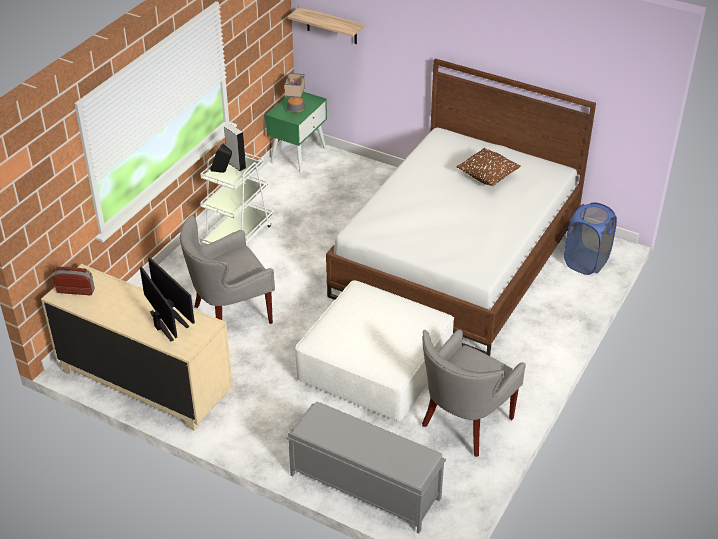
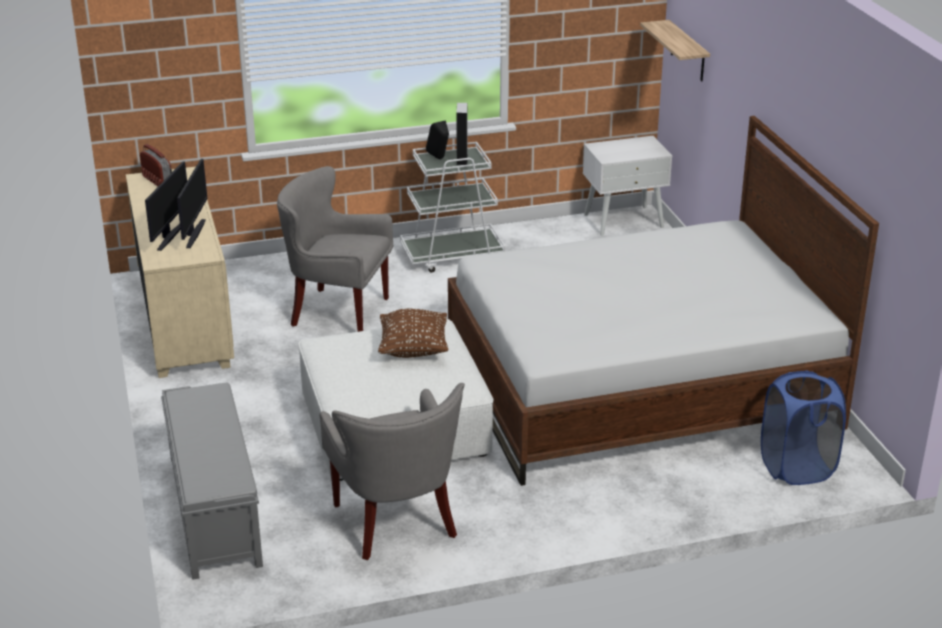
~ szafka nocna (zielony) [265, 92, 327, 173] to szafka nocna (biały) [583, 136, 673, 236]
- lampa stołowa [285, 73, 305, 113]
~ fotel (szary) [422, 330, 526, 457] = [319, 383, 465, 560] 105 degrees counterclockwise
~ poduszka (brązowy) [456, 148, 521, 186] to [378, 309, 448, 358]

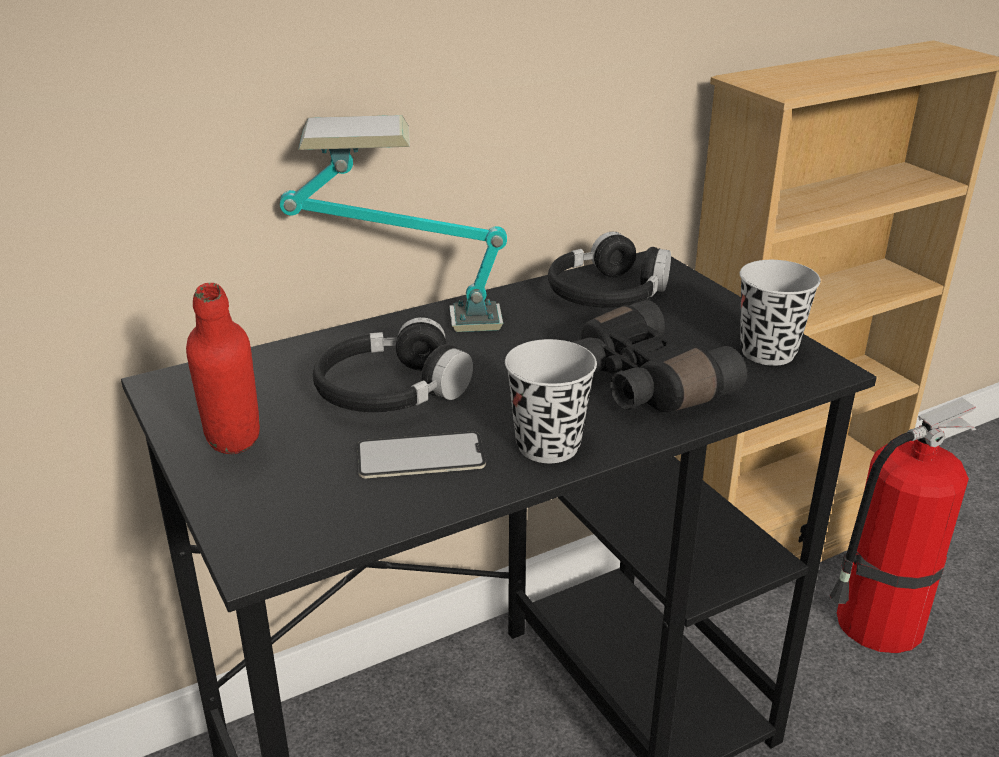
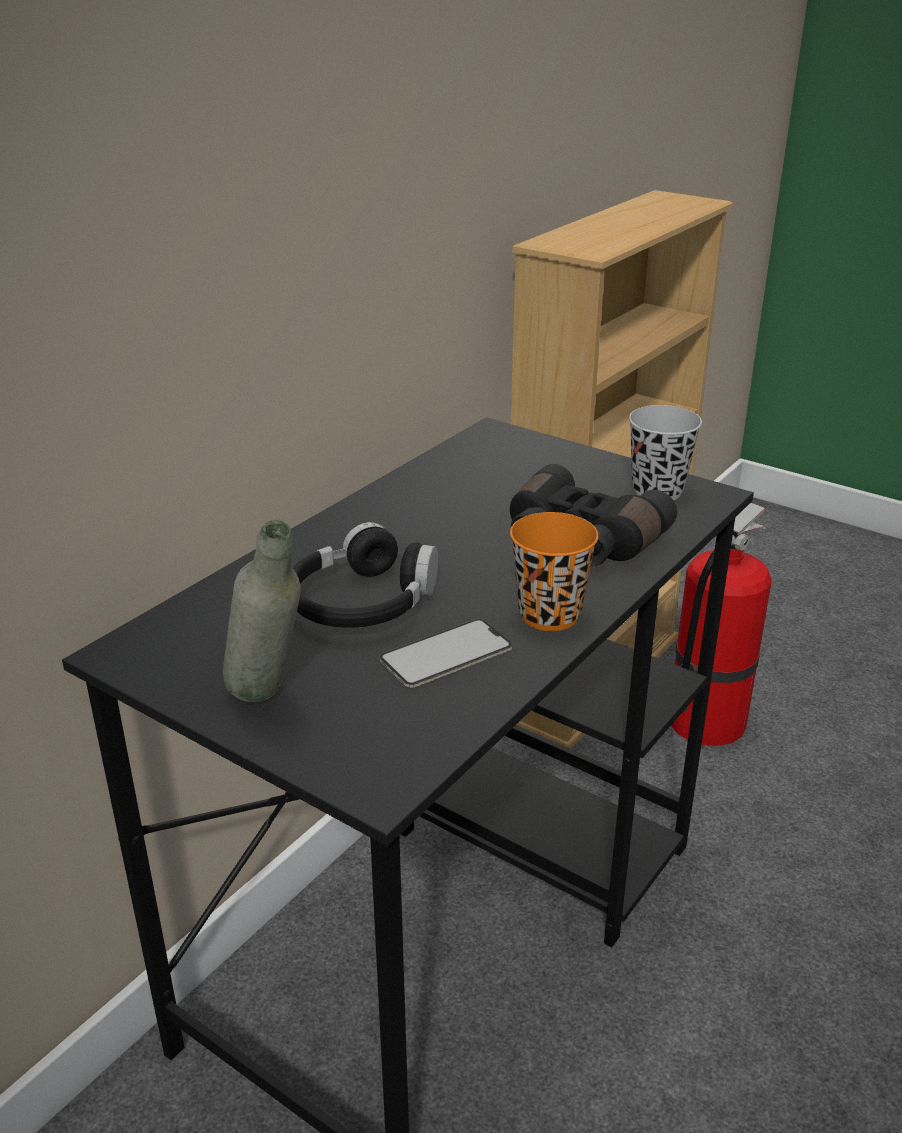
~ butelka (czerwony) [186, 283, 260, 454] to butelka (szary) [223, 520, 301, 703]
- lampa stołowa [280, 115, 507, 332]
~ filiżanka (czarny) [505, 339, 597, 463] to filiżanka (pomarańczowy) [510, 512, 599, 631]
- słuchawki (czarny) [548, 232, 671, 308]

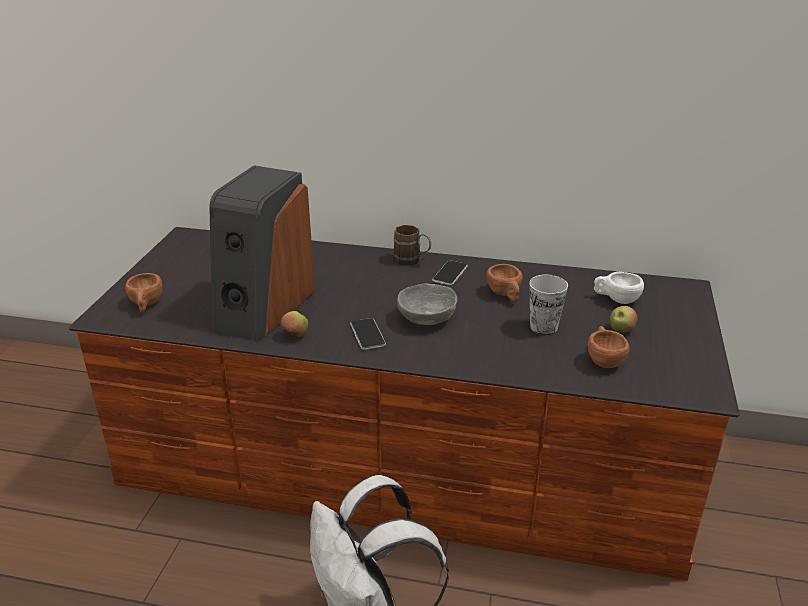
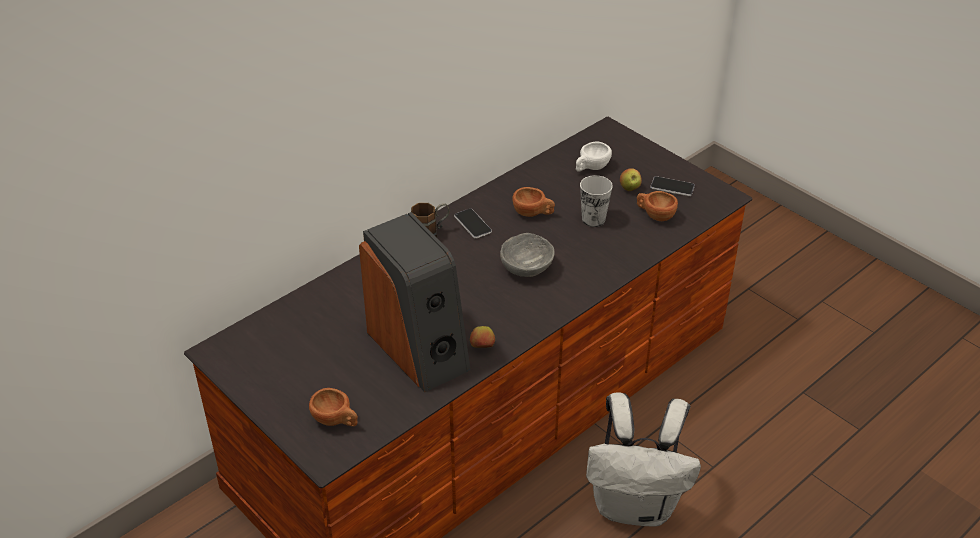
~ telefon [350, 318, 386, 350] to [650, 176, 695, 196]

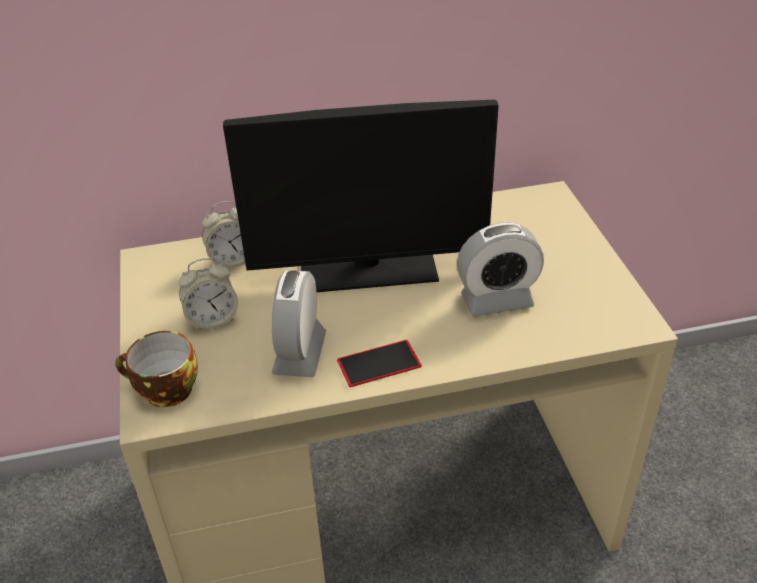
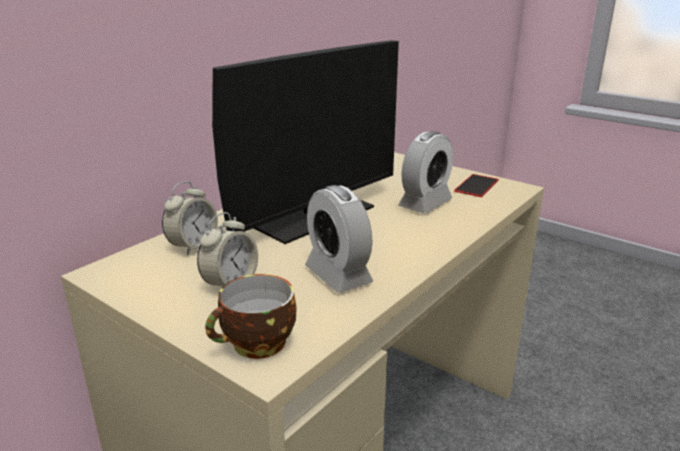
~ telefon [337, 340, 422, 387] to [454, 174, 499, 197]

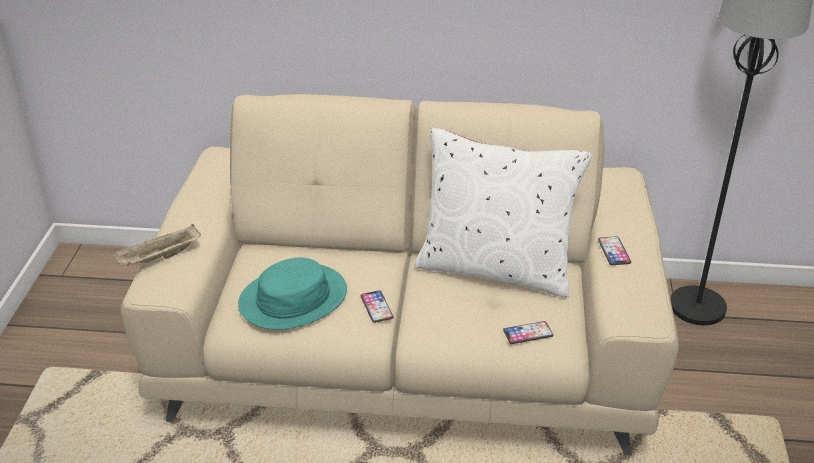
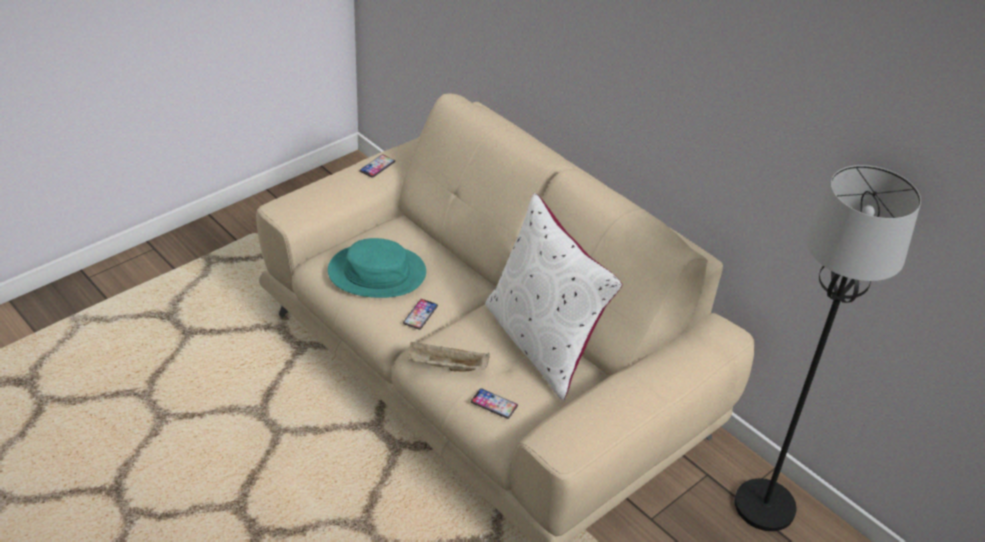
~ taca (beżowy) [113, 224, 201, 266] to [408, 341, 490, 371]
~ telefon [598, 236, 631, 265] to [360, 154, 395, 178]

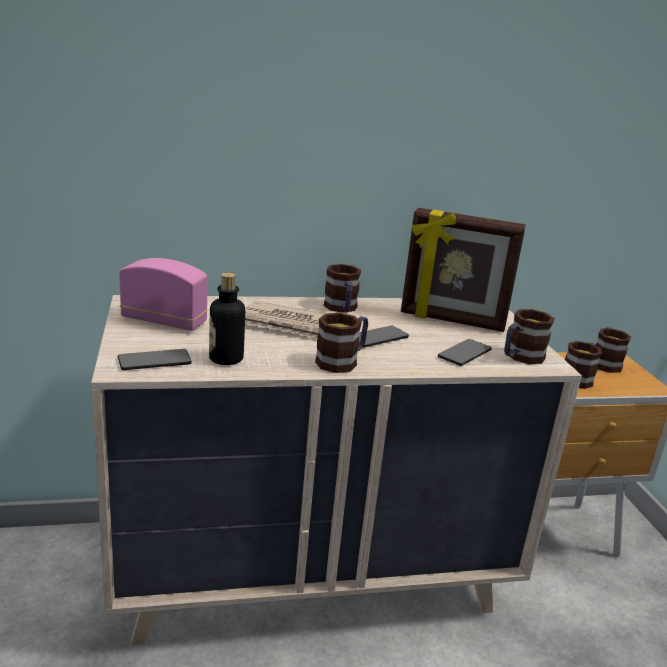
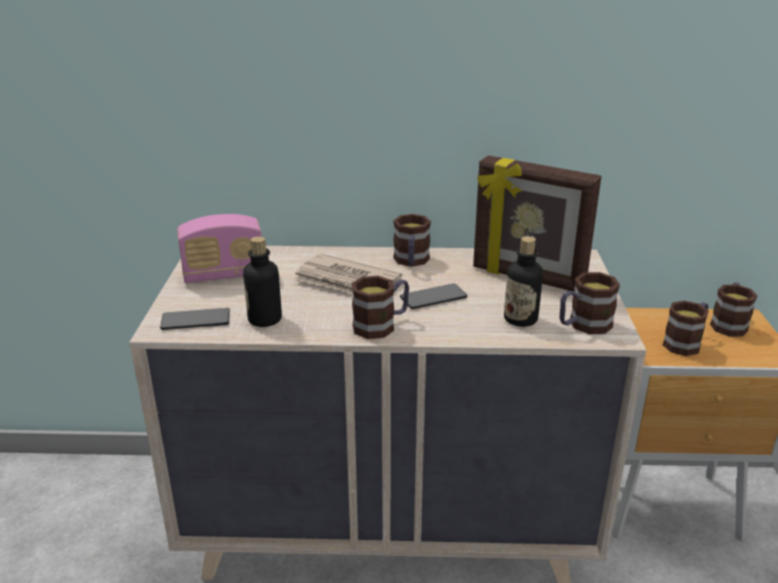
~ radio [119, 258, 208, 331] = [177, 214, 262, 283] 135 degrees clockwise
~ telefon [438, 339, 492, 366] to butelka [504, 236, 543, 327]

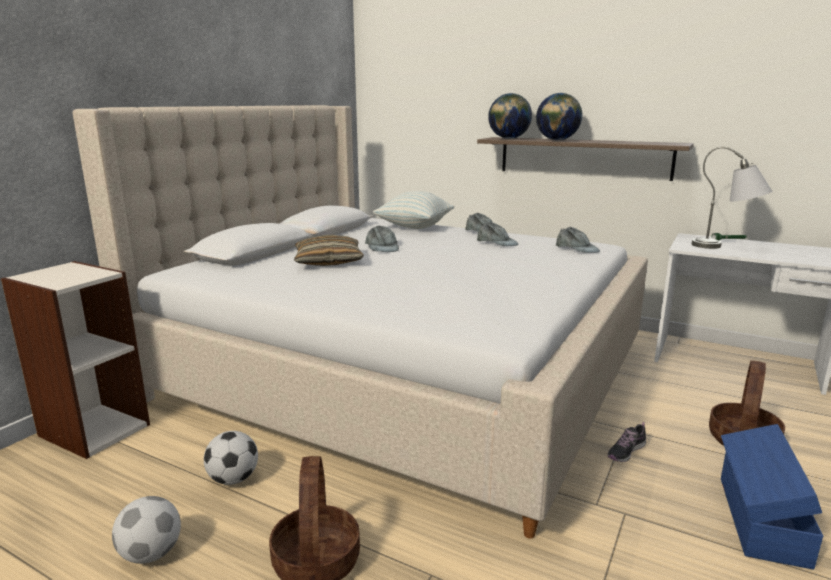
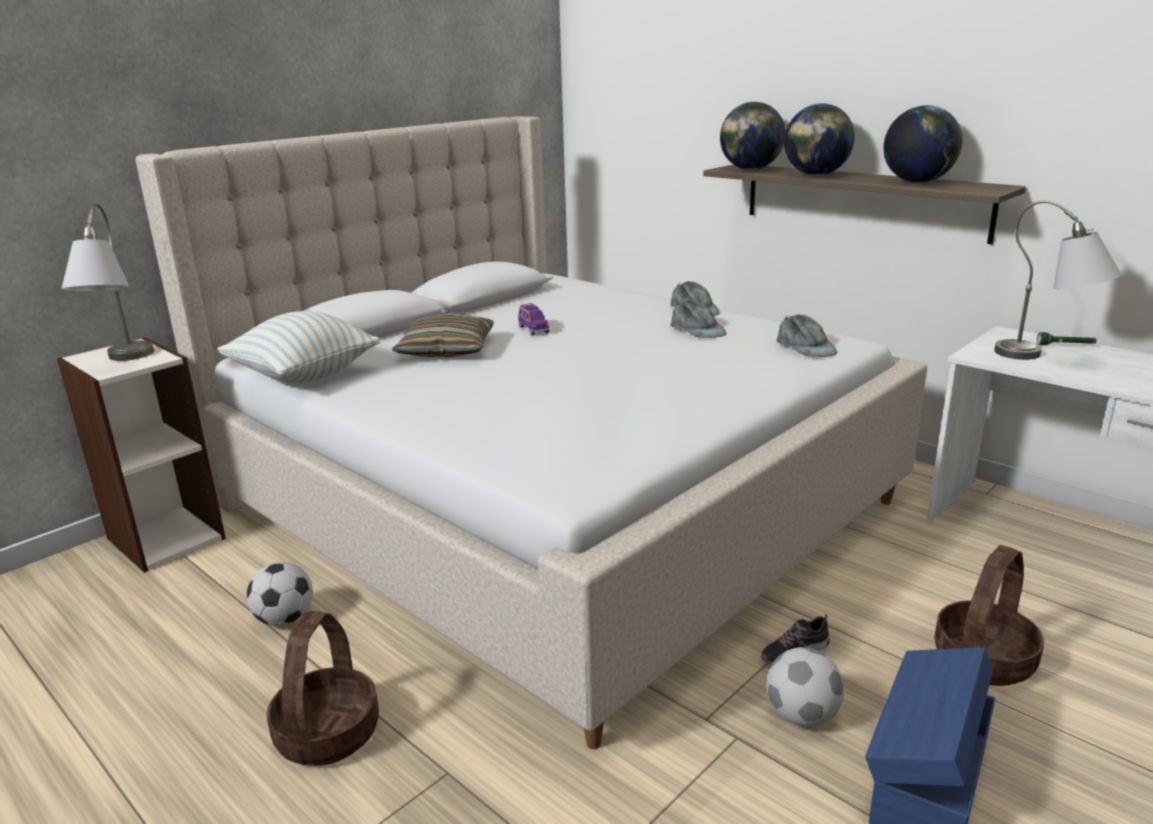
~ piłka futbolowa [112, 496, 181, 564] to [766, 647, 844, 727]
~ czapka z daszkiem (szary) [365, 225, 399, 252] to samochodzik (fioletowy) [518, 303, 549, 336]
~ poduszka [373, 191, 455, 229] to [218, 311, 380, 383]
+ lampa stołowa (szary) [62, 204, 154, 361]
+ globus [883, 105, 963, 183]

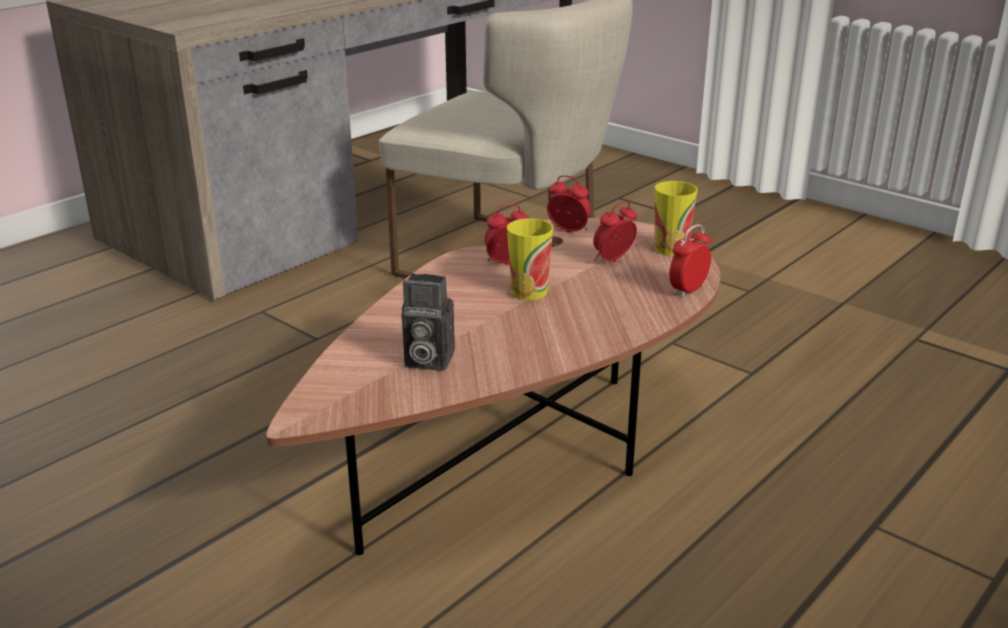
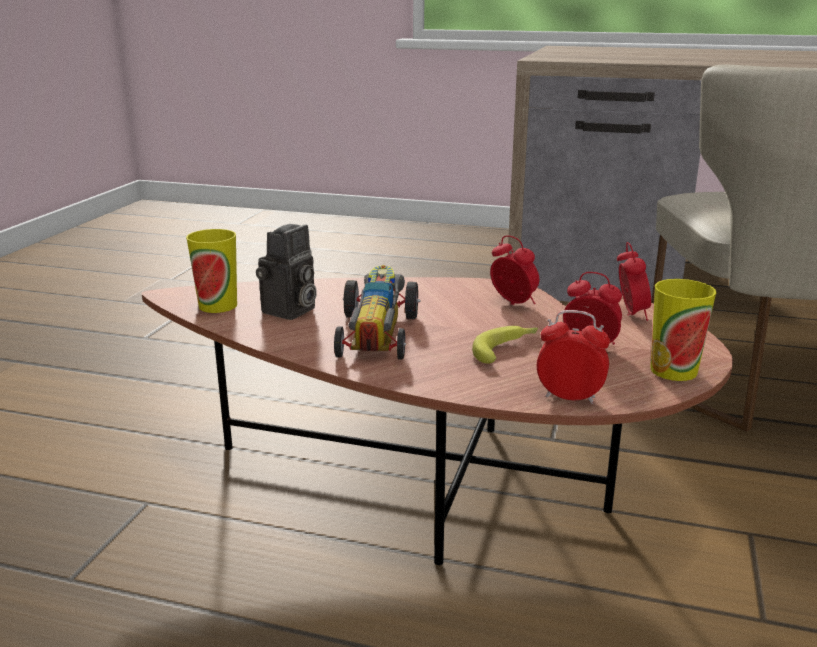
~ aparat fotograficzny [402, 274, 455, 371] = [256, 224, 317, 320] 135 degrees counterclockwise
~ filiżanka [507, 218, 553, 300] to [186, 229, 237, 313]
+ samochodzik [334, 265, 420, 359]
+ banan [472, 326, 538, 364]

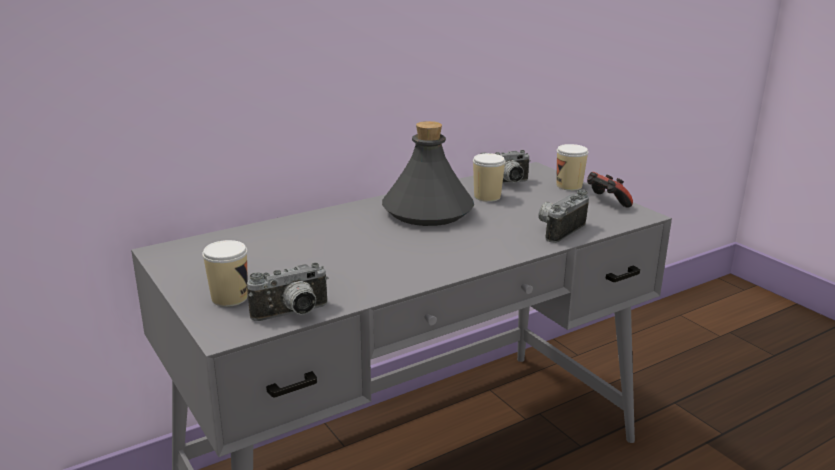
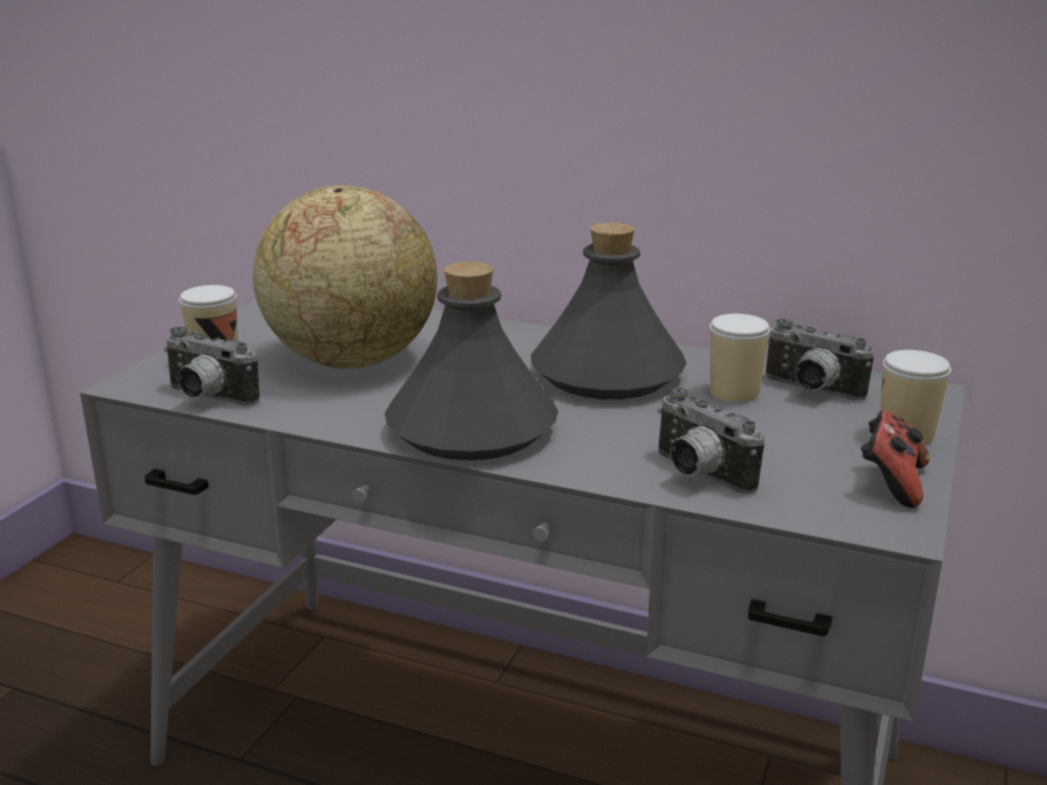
~ aparat fotograficzny [538, 189, 589, 243] = [658, 387, 765, 494] 135 degrees counterclockwise
+ globus [253, 185, 437, 369]
+ butelka (szary) [385, 262, 558, 460]

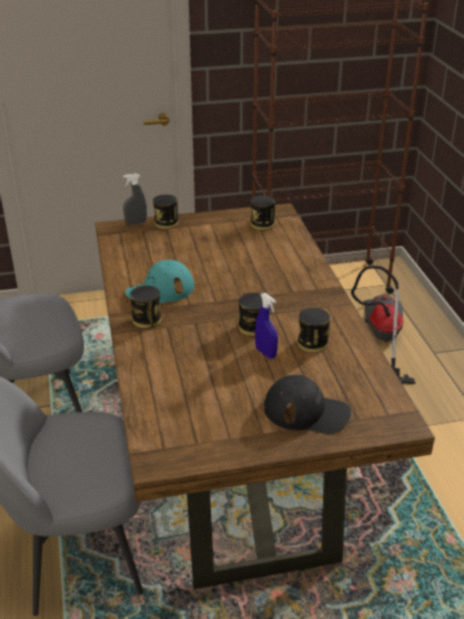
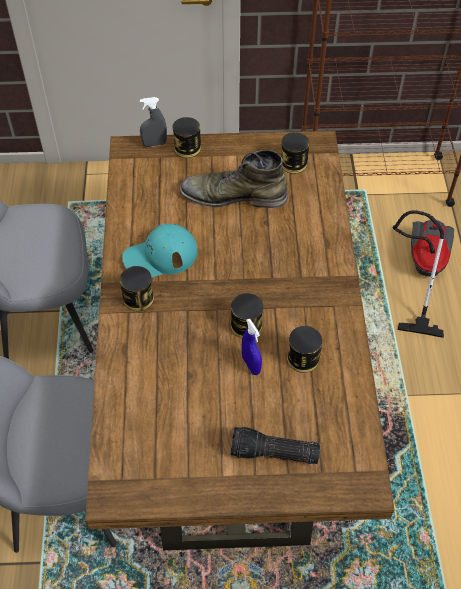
~ czapka z daszkiem (czarny) [264, 375, 351, 434] to latarka [230, 427, 320, 464]
+ but z cholewką (zielony) [180, 150, 288, 208]

